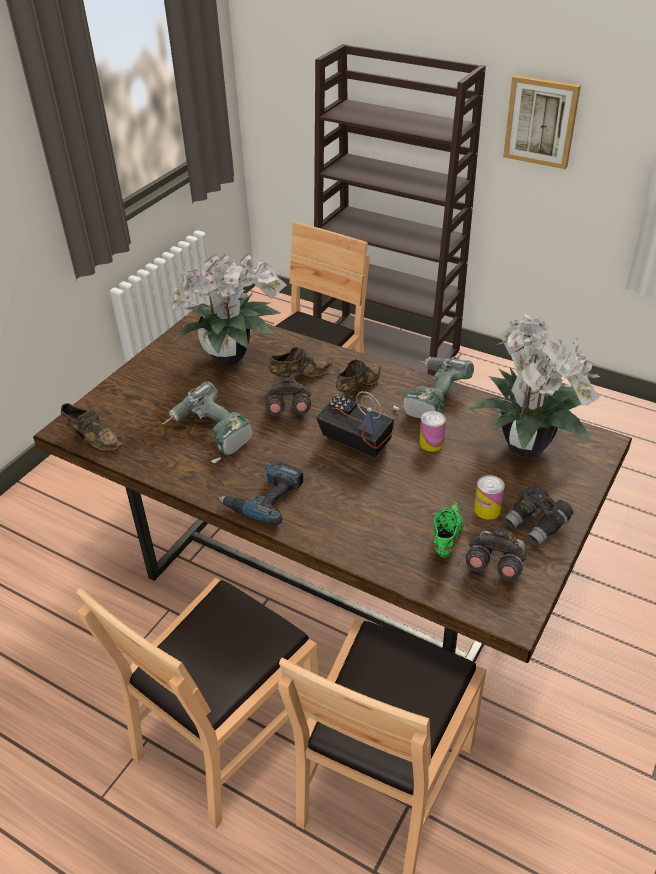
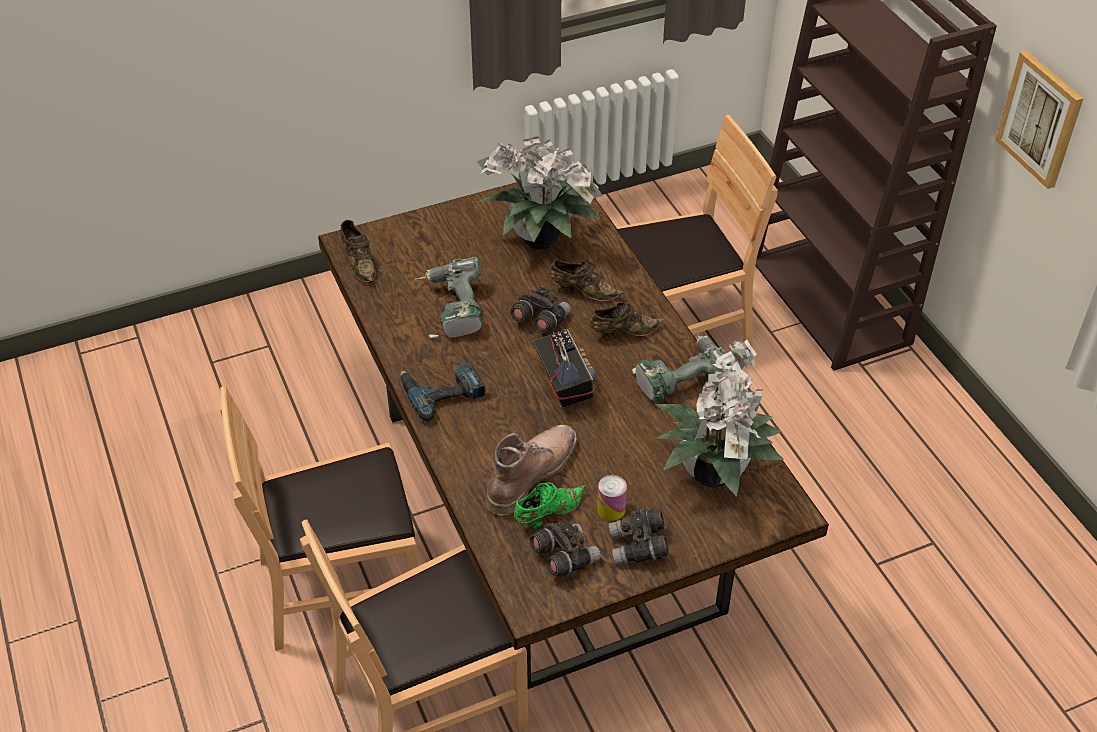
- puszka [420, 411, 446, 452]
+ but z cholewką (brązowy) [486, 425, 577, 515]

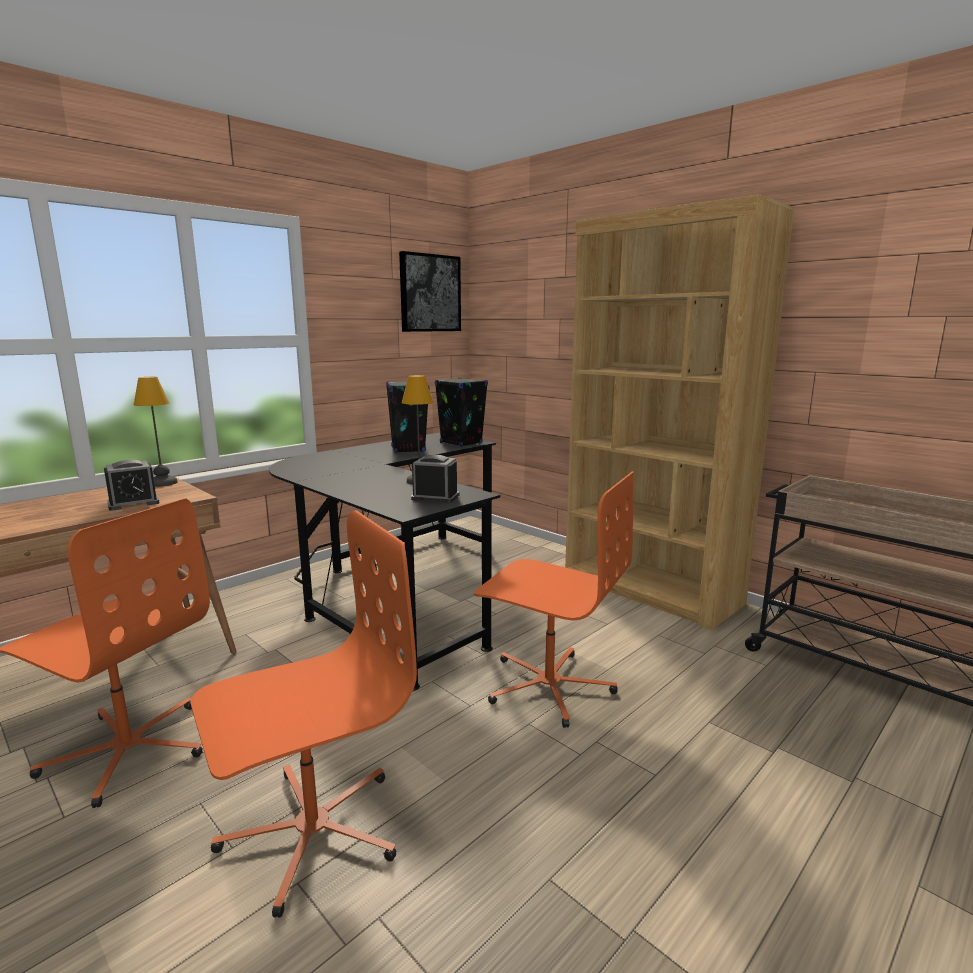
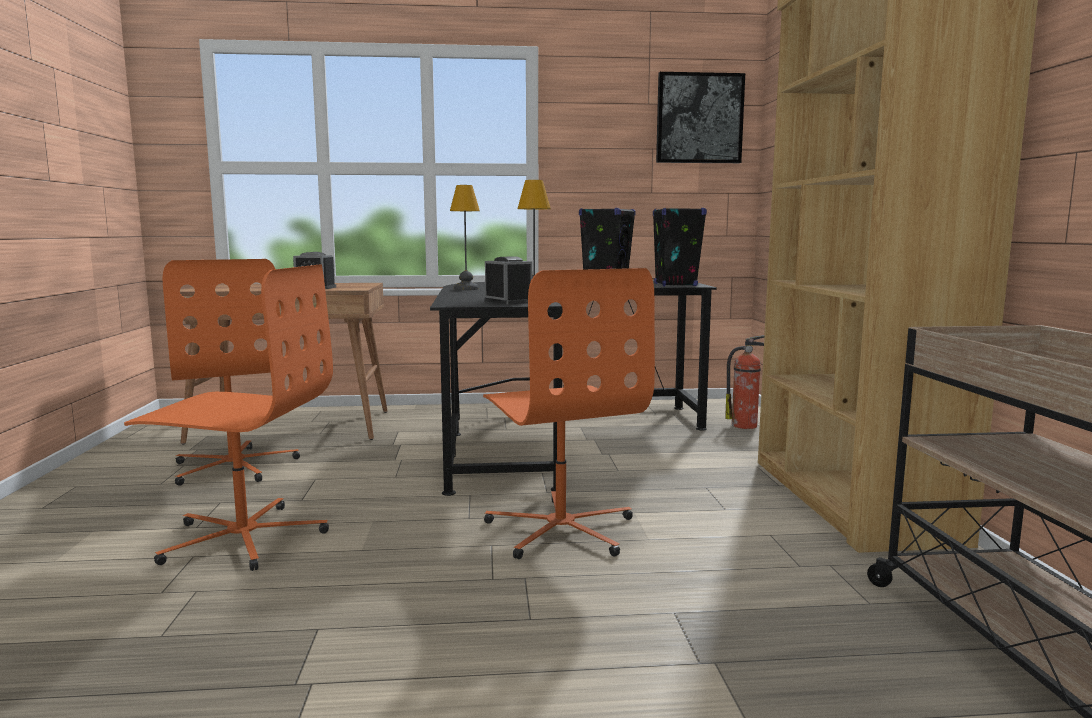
~ lampa stołowa [134, 377, 178, 487] to [450, 185, 480, 290]
+ gaśnica [725, 335, 764, 429]

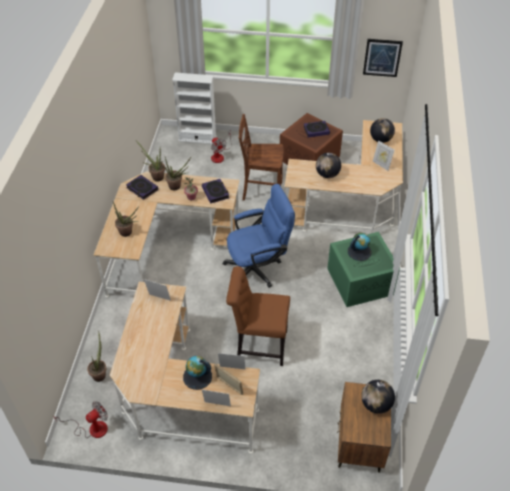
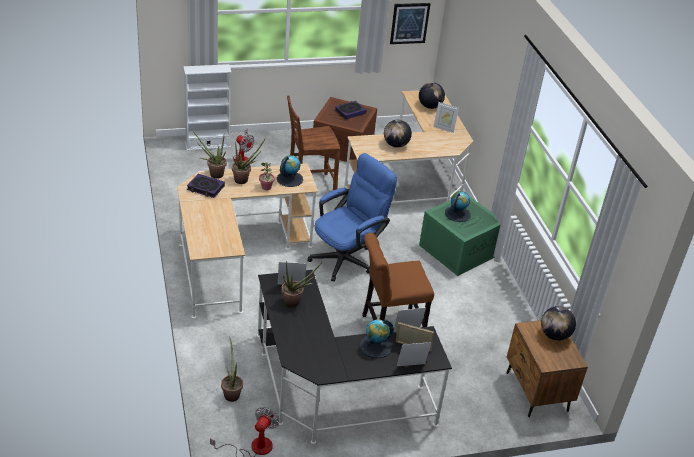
~ biurko (beżowy) [110, 282, 260, 454] to biurko (czarny) [257, 270, 452, 444]
~ roślina doniczkowa [113, 202, 139, 237] to [281, 261, 323, 308]
~ książka [202, 179, 229, 203] to globus [277, 155, 303, 187]

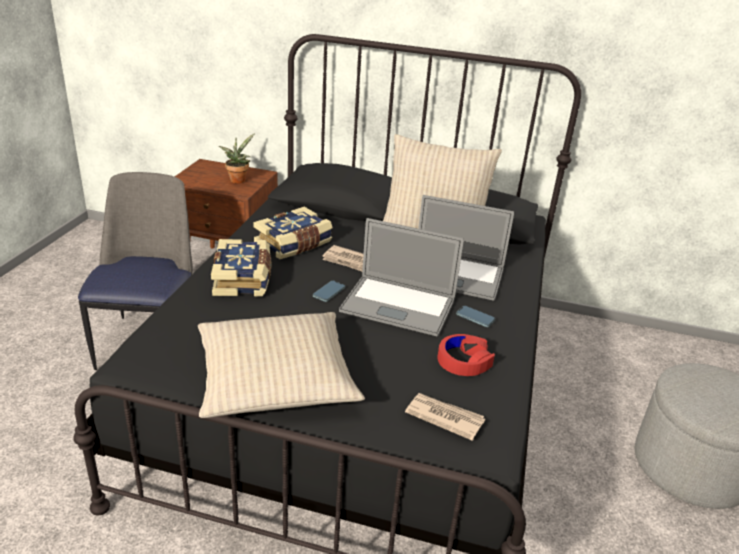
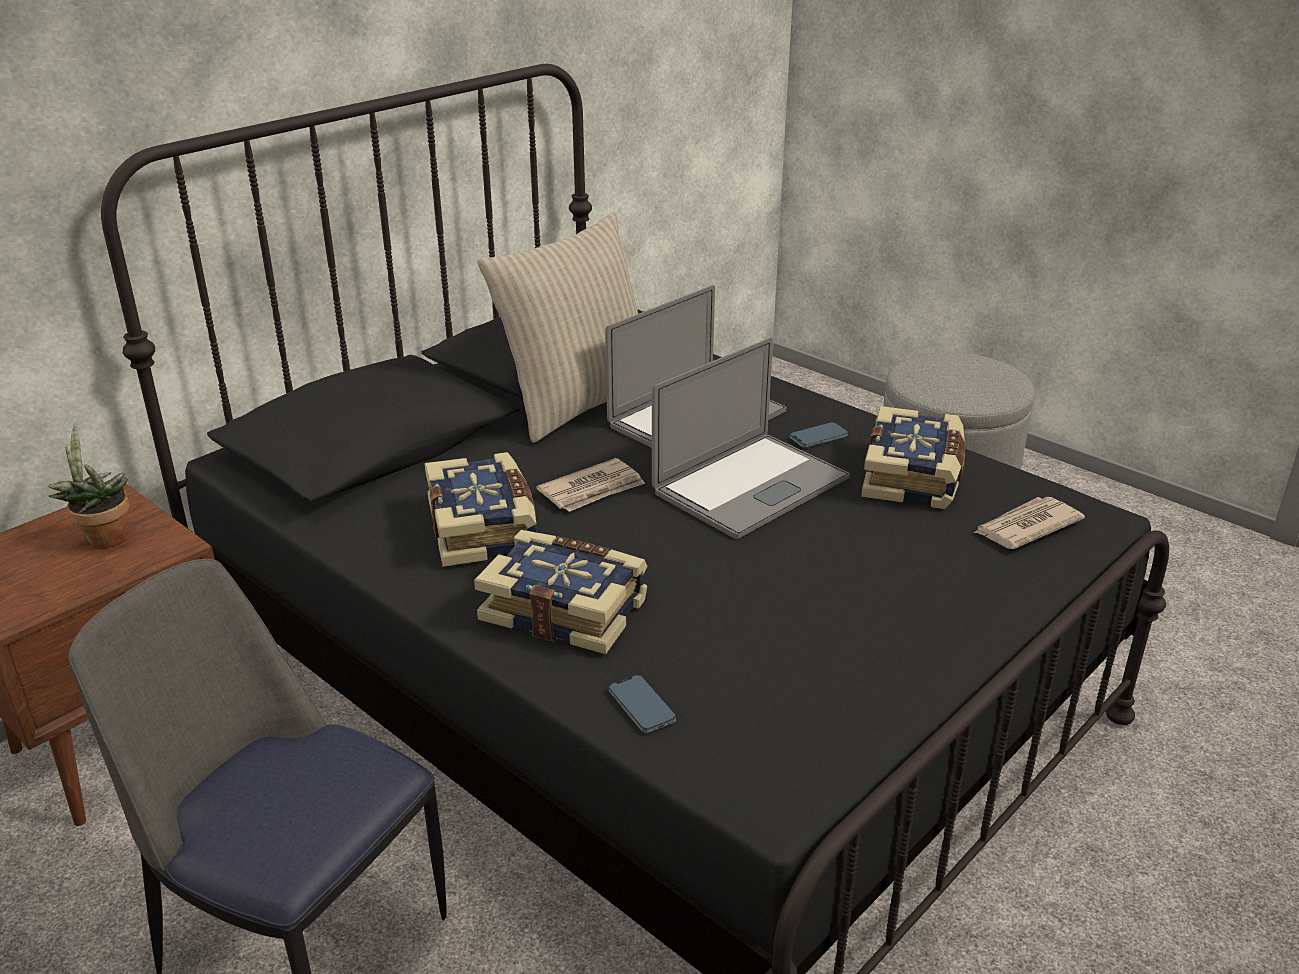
- poduszka (beżowy) [198, 312, 365, 418]
~ telefon [313, 280, 345, 302] to [608, 675, 676, 733]
~ słuchawki (czerwony) [437, 334, 495, 376] to książka [861, 406, 965, 509]

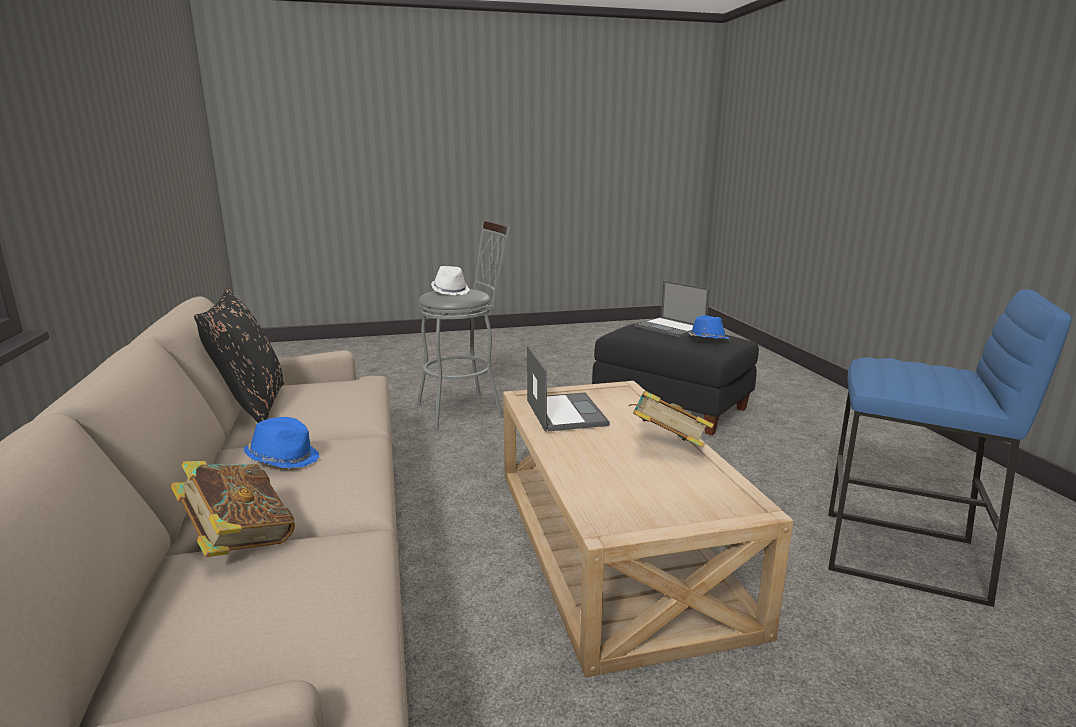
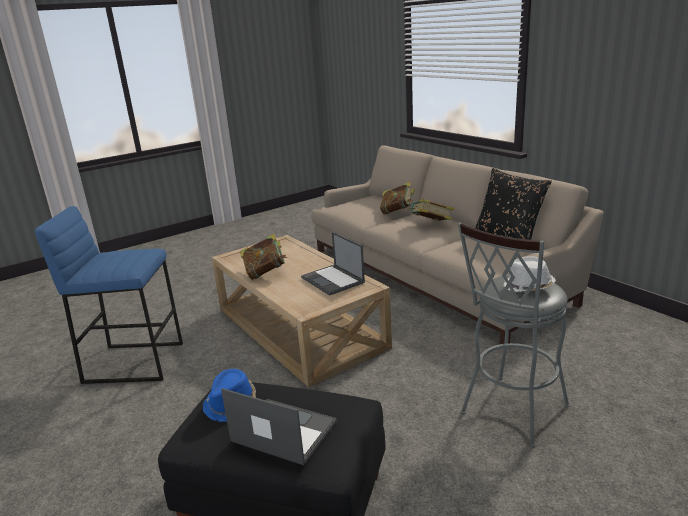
~ kapelusz (niebieski) [244, 417, 319, 468] to książka [410, 199, 454, 221]

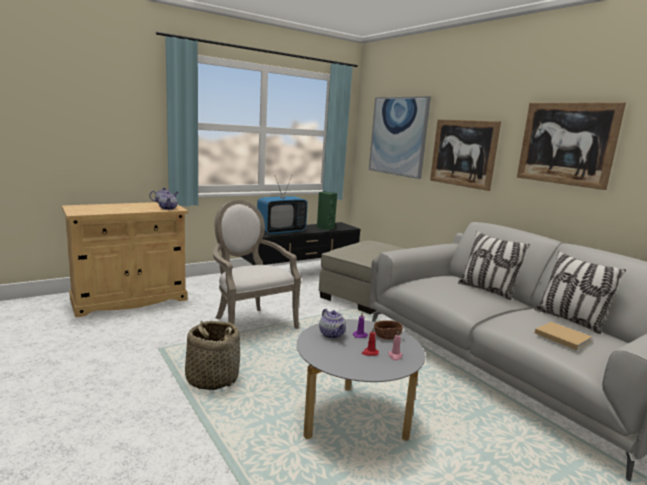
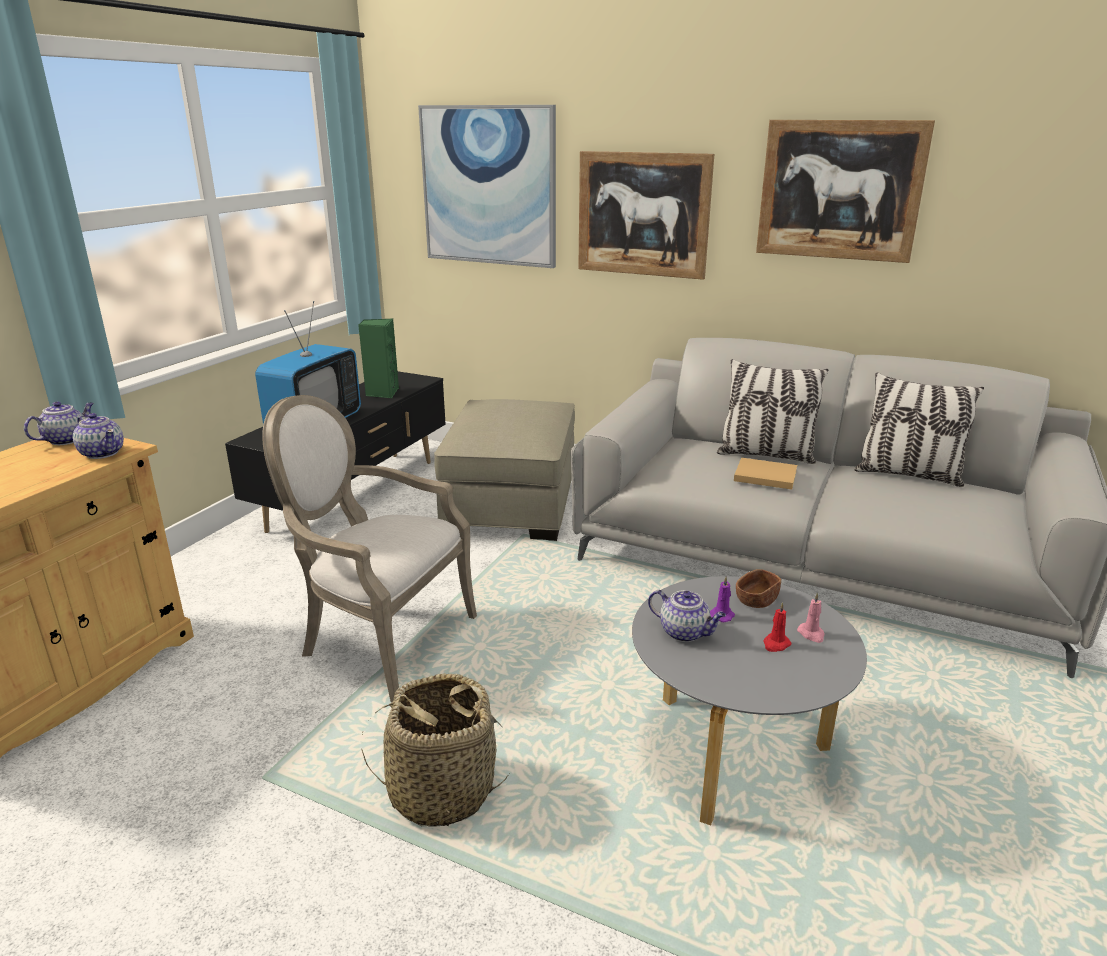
~ książka (beżowy) [535, 322, 592, 350] to [734, 458, 797, 490]

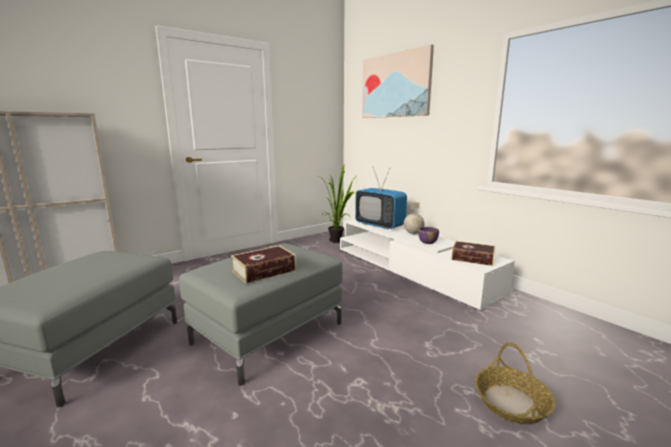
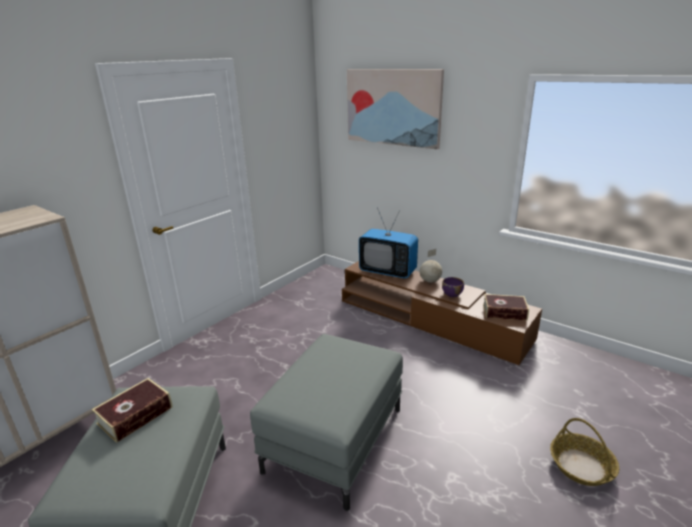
~ książka [231, 246, 296, 283] to [92, 378, 173, 443]
- roślina doniczkowa [318, 165, 356, 242]
~ szafka pod telewizor (biały) [340, 219, 515, 310] to szafka pod telewizor (brązowy) [342, 261, 542, 365]

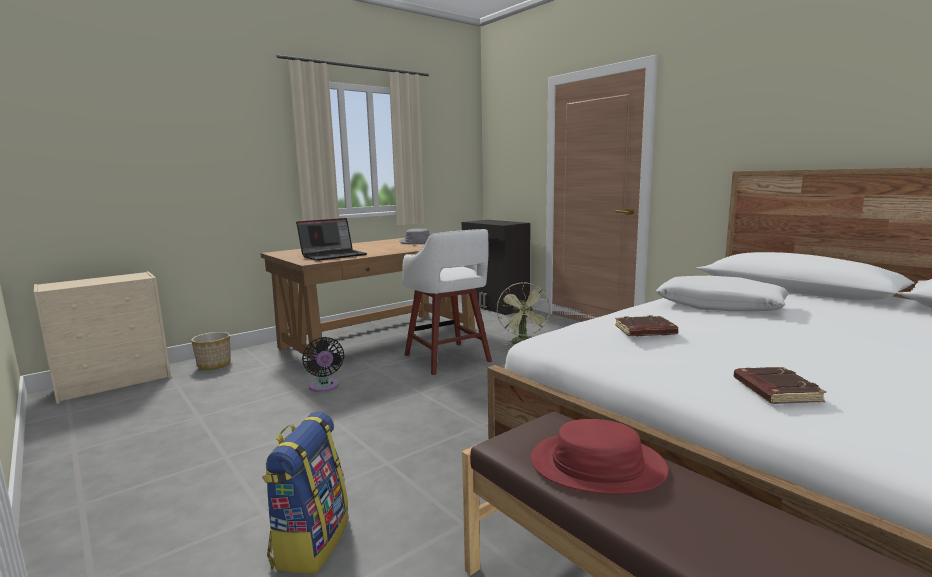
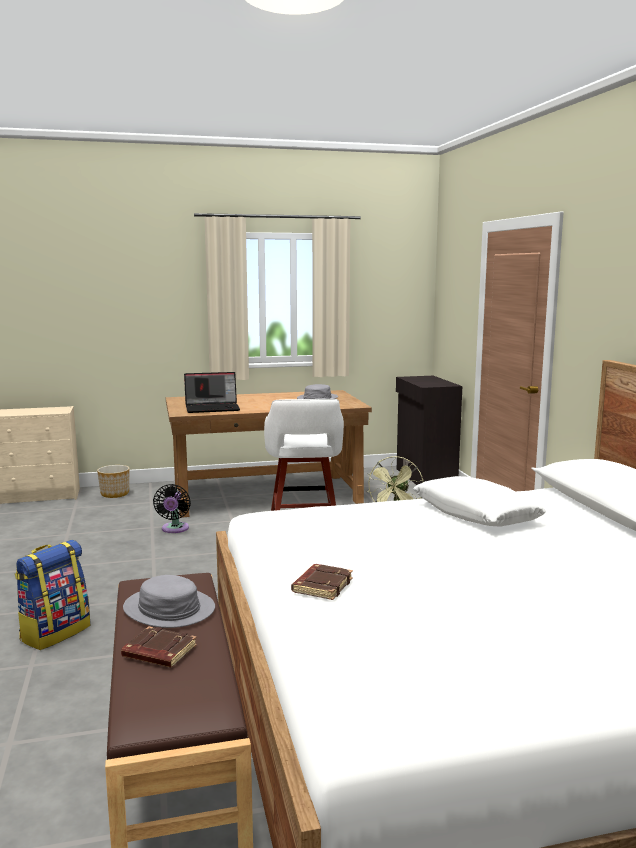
~ kapelusz (czerwony) [531, 419, 668, 494] to kapelusz (szary) [123, 575, 215, 628]
~ książka (brązowy) [615, 315, 678, 336] to [121, 626, 197, 668]

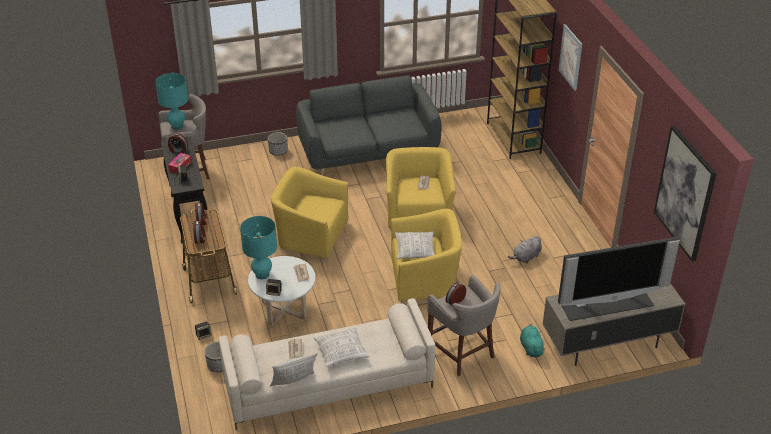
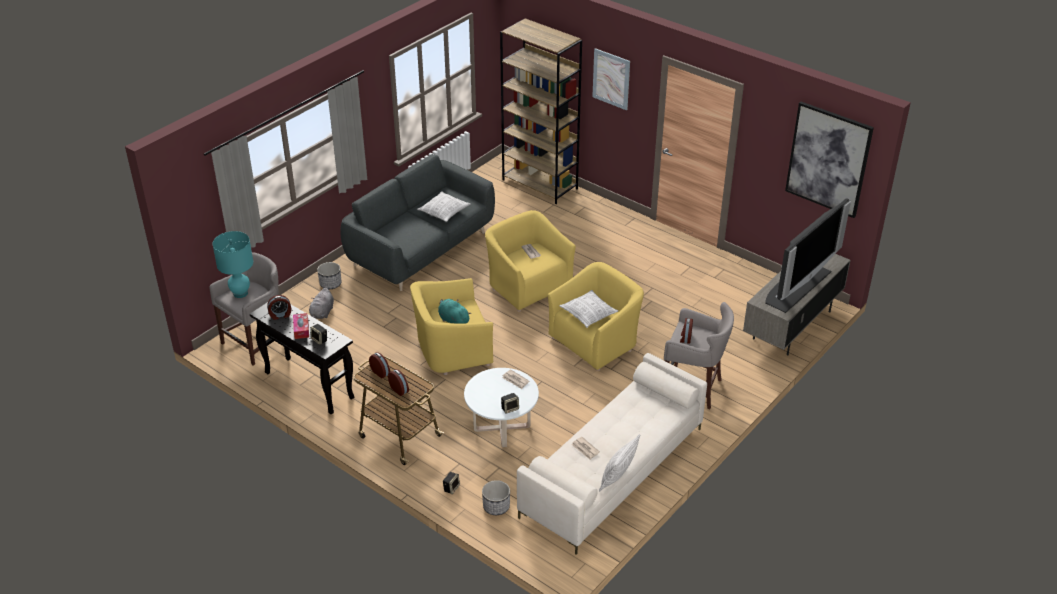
- lampa stołowa (turkusowy) [240, 216, 277, 279]
~ poduszka [314, 327, 369, 367] to [417, 191, 471, 222]
~ pluszak (szary) [508, 236, 542, 263] to [309, 288, 334, 319]
~ pluszak (turkusowy) [520, 324, 545, 357] to [438, 299, 471, 323]

